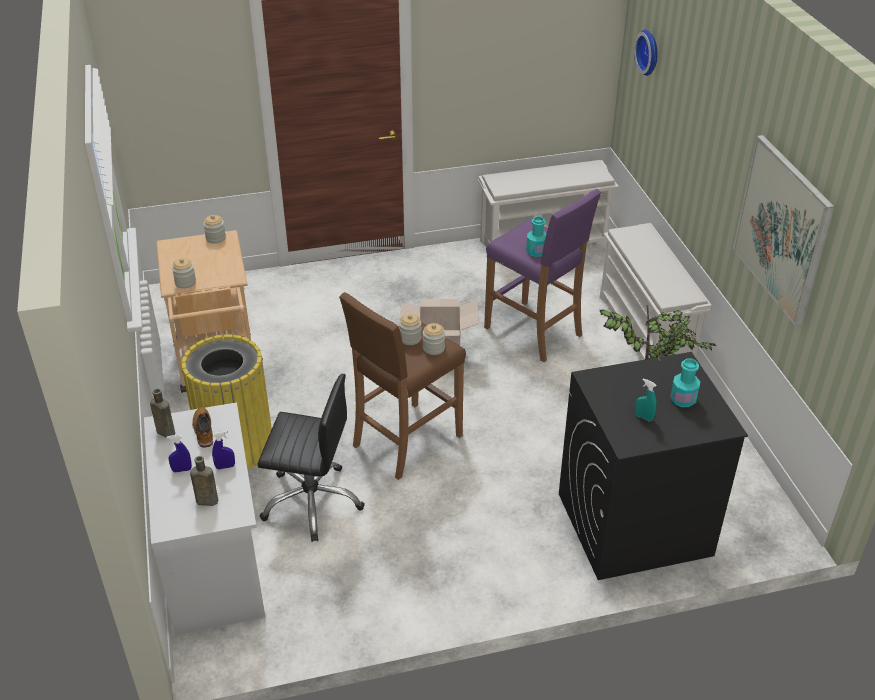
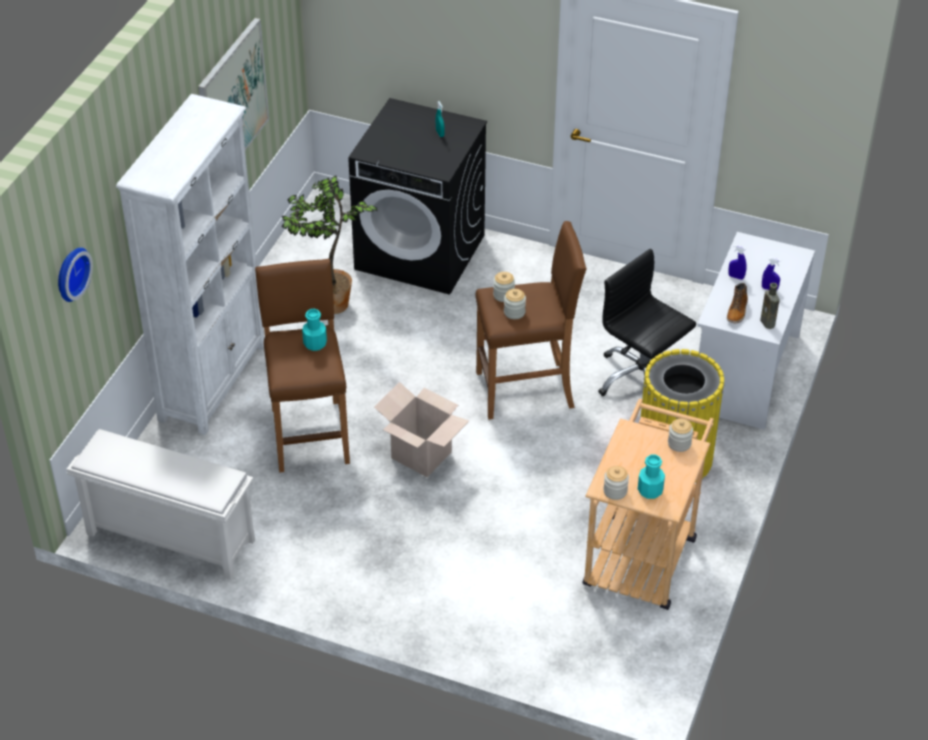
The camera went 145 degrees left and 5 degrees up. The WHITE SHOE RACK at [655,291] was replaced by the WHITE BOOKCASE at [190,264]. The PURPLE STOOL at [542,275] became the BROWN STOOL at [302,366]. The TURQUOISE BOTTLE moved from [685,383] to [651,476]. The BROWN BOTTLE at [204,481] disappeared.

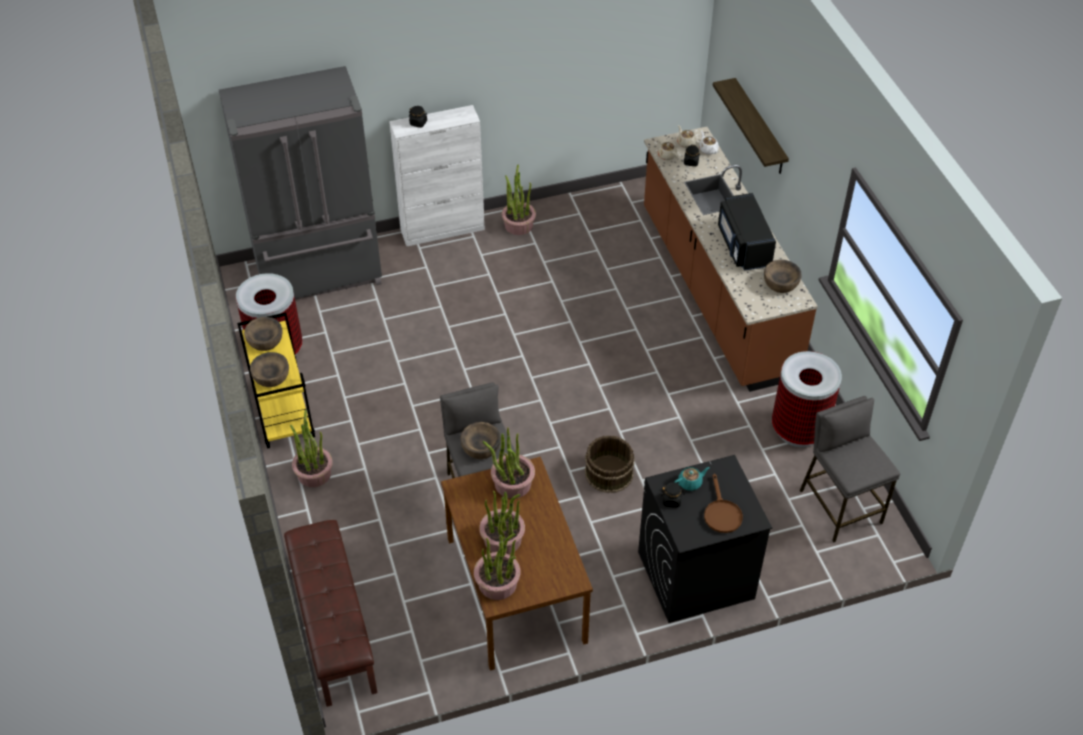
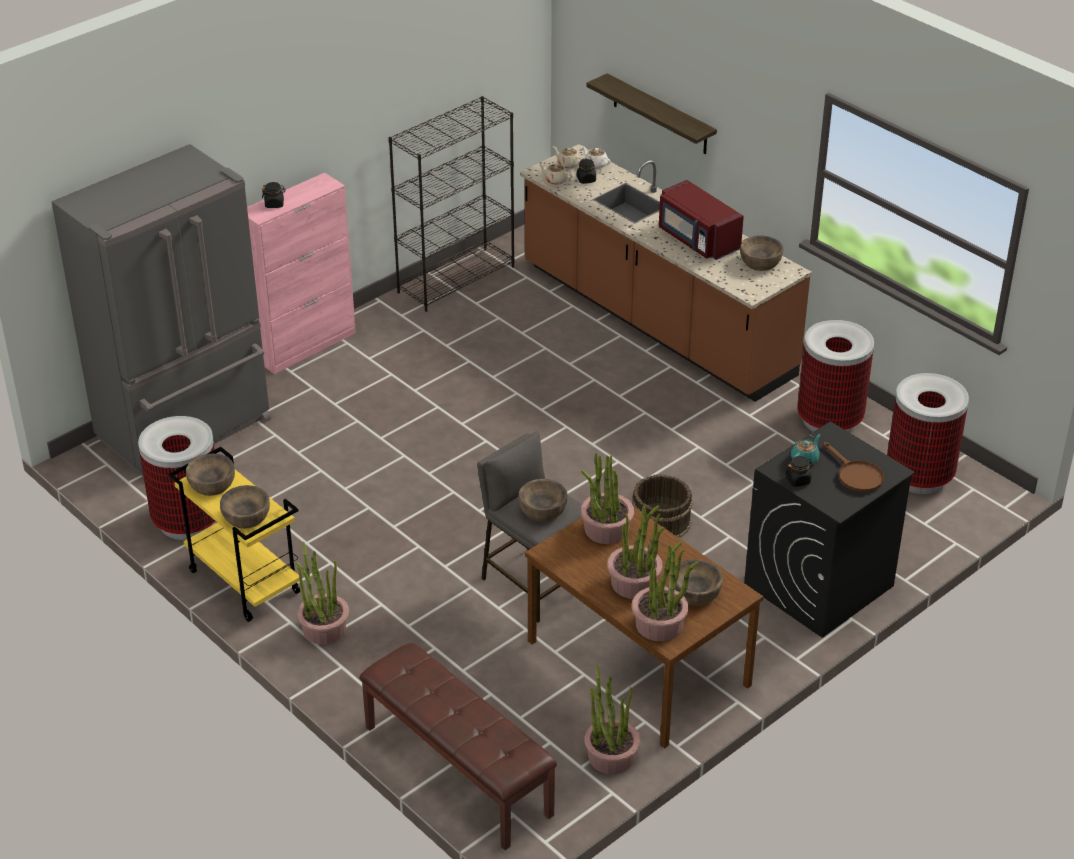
The camera went 25 degrees left and 10 degrees down. The WHITE CABINET at [437,175] became the PINK CABINET at [301,273]. The BLACK BOOKCASE at [452,204] appeared. The POTTED PLANT moved from [519,200] to [612,719]. The BLACK MICROWAVE at [747,232] became the RED MICROWAVE at [701,220]. The BROWN BOWL at [699,582] appeared. The GREY STOOL at [850,469] was replaced by the TRASH CAN at [928,433].

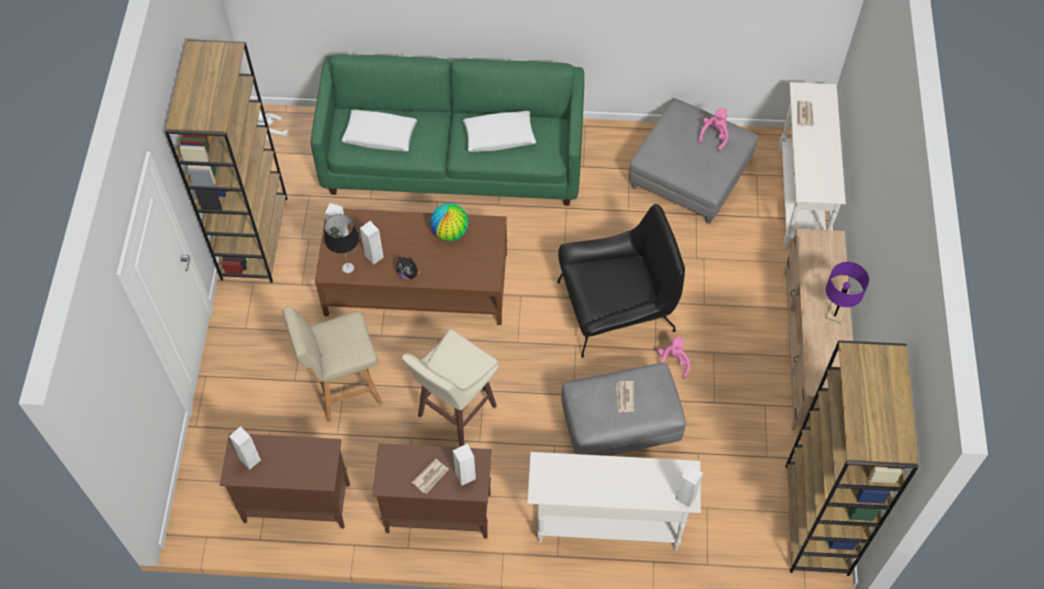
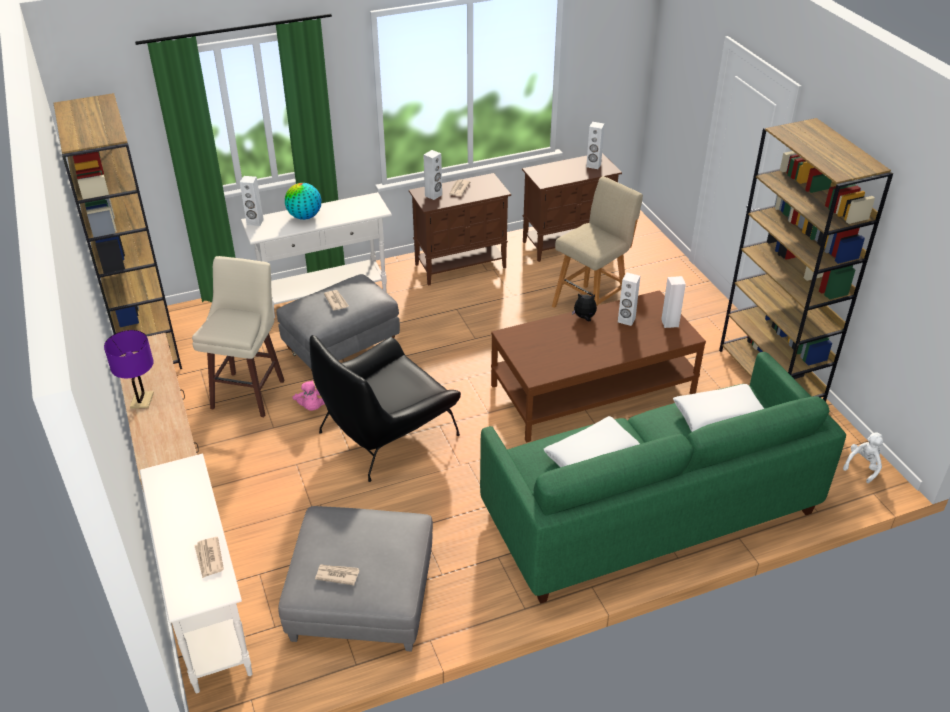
The camera went 155 degrees right and 20 degrees down. The BEIGE STOOL moved from [450,387] to [238,336]. The GLOBE moved from [449,222] to [303,201]. The PINK PLUSH TOY at [713,129] was replaced by the NEWSPAPER at [337,575]. The TABLE LAMP at [341,243] disappeared.

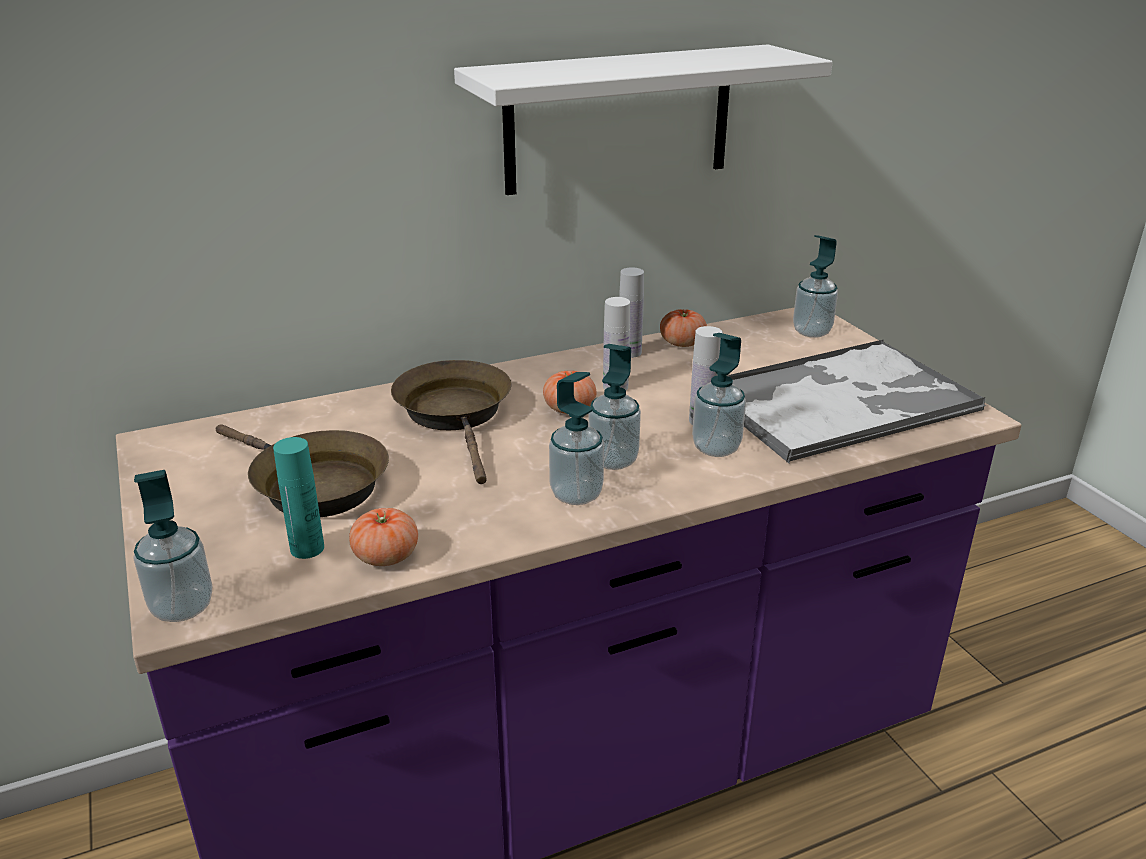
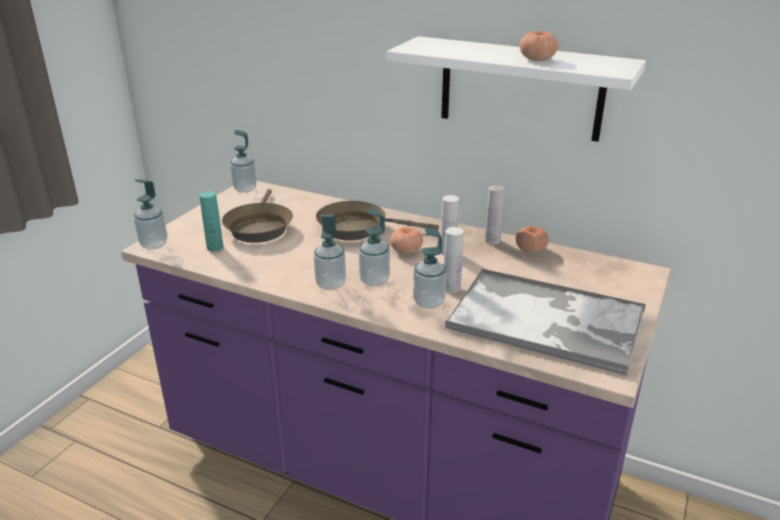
The camera went 50 degrees right and 0 degrees up. The SOAP DISPENSER moved from [815,286] to [243,161]. The BROWN FRYING PAN at [451,422] turned 120 degrees counterclockwise. The TOMATO moved from [383,537] to [539,46].

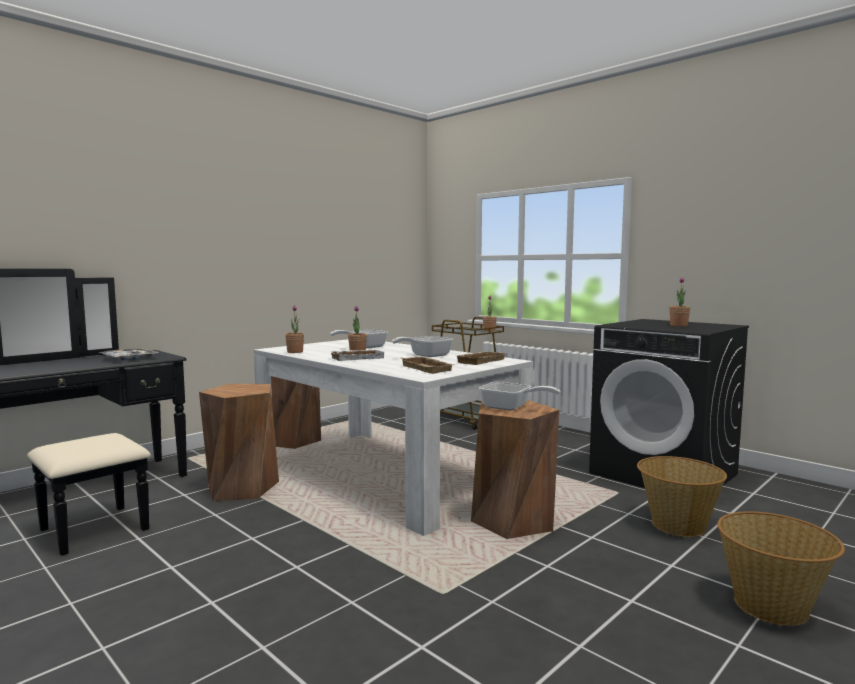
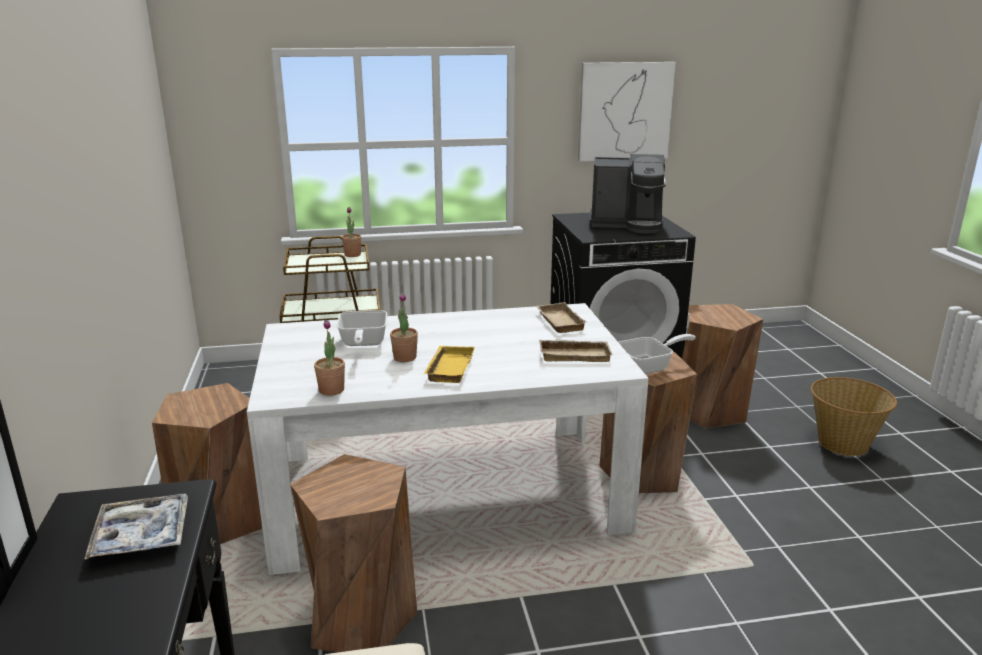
The camera went 55 degrees left and 15 degrees up. The WHITE TRAY at [357,355] became the YELLOW TRAY at [449,364]. The PICTURE at [627,111] appeared. The POTTED PLANT at [679,302] was replaced by the COFFEE MACHINE at [628,194]. The BASKET at [682,496] was replaced by the BROWN STOOL at [722,366]. The FRYING PAN at [422,346] disappeared.

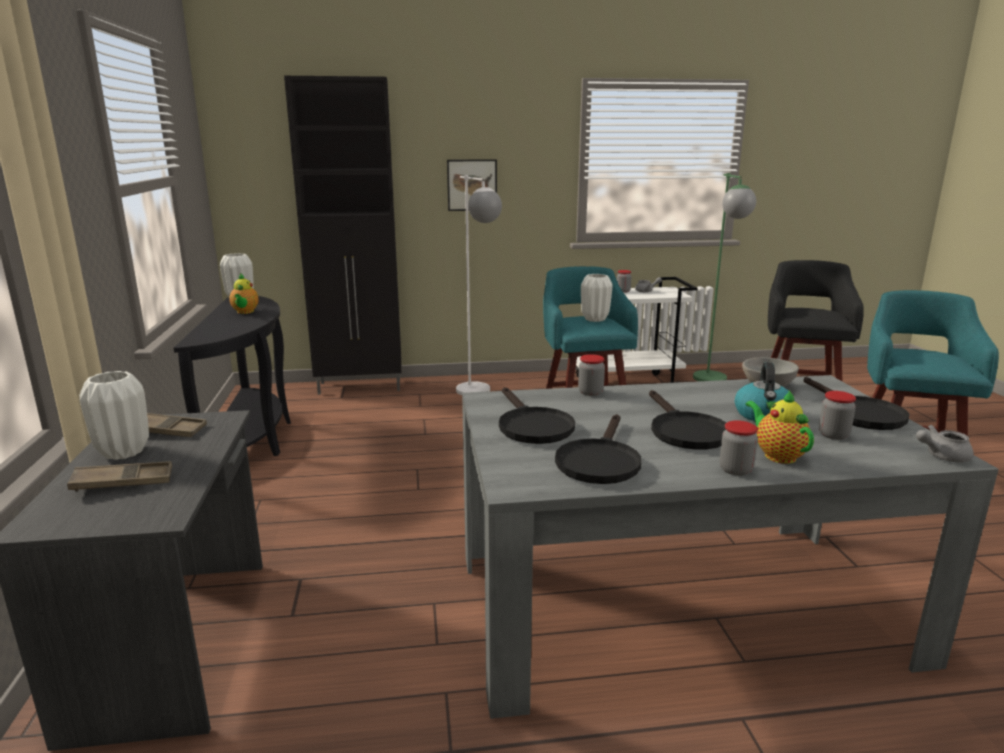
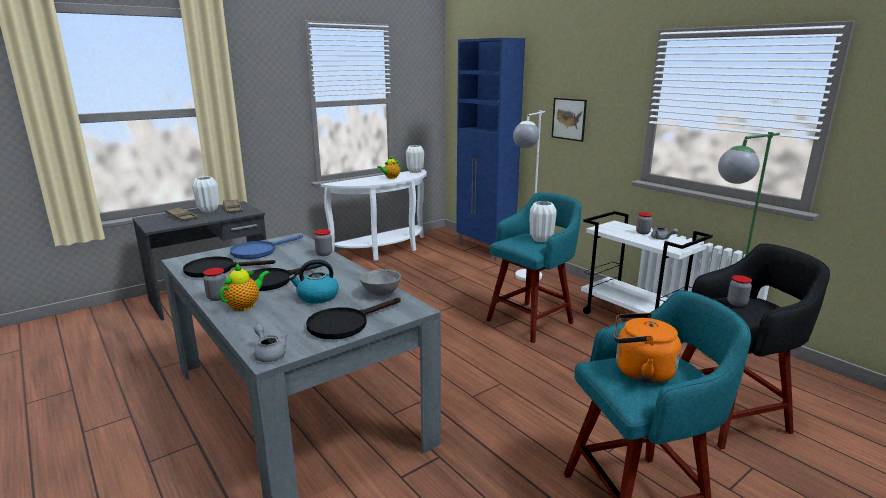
The camera went 60 degrees right and 0 degrees up. The BLACK FRYING PAN at [537,415] became the BLUE FRYING PAN at [266,247]. The BLACK CONSOLE TABLE at [232,376] became the WHITE CONSOLE TABLE at [374,215]. The BLACK CABINET at [343,235] became the BLUE CABINET at [490,148]. The ORANGE KETTLE at [647,348] appeared. The JAR moved from [837,415] to [739,291].

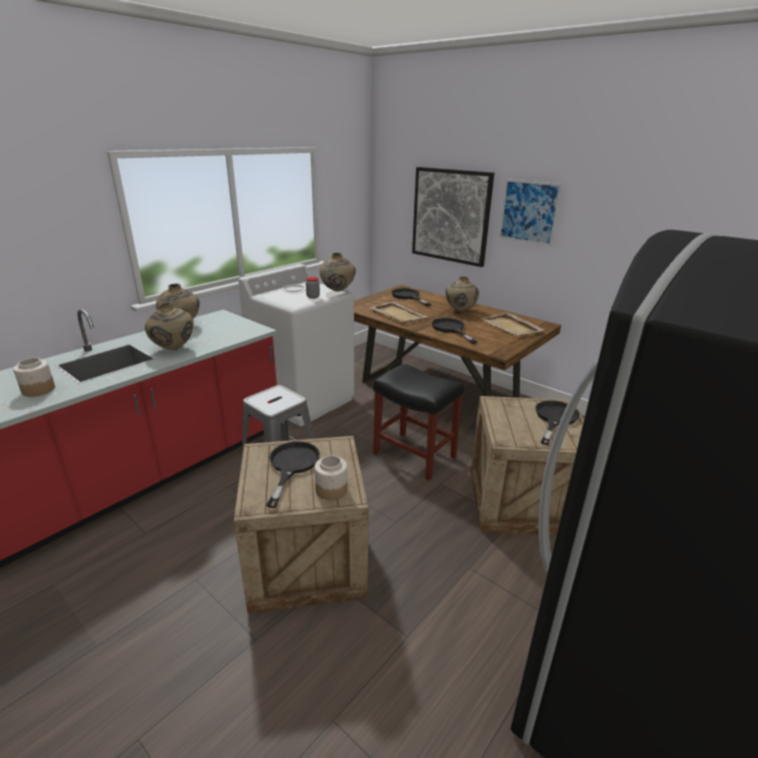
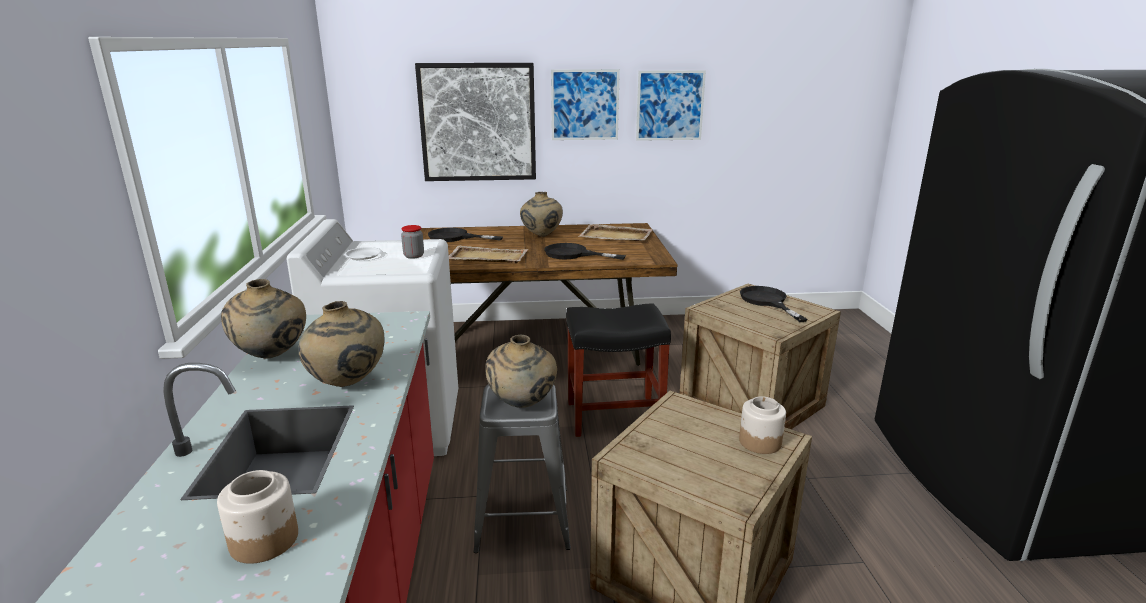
The camera went 45 degrees left and 5 degrees down. The BEIGE VASE moved from [337,272] to [521,371]. The PICTURE at [671,105] appeared. The BLACK FRYING PAN at [293,474] disappeared.

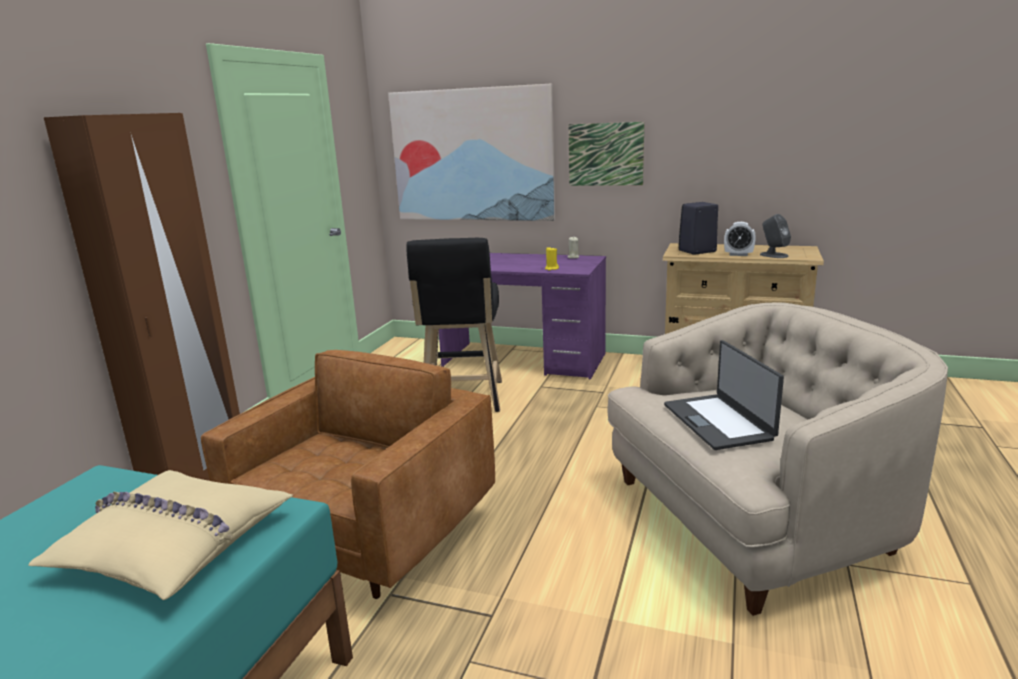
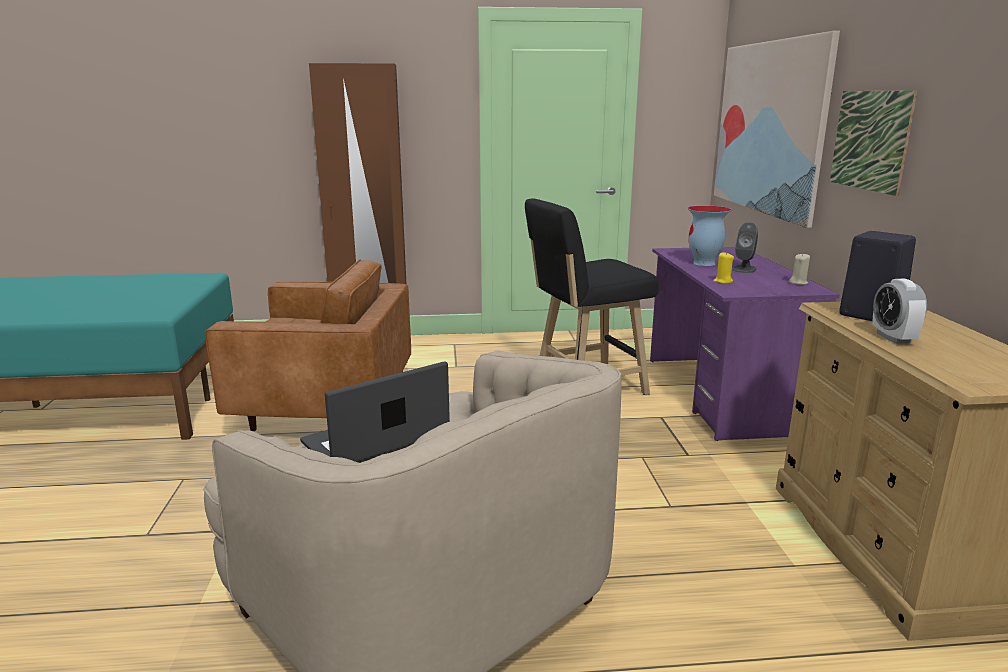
The camera went 65 degrees right and 0 degrees up. The VASE at [709,236] appeared. The GREY SPEAKER moved from [775,236] to [745,247]. The BEIGE PILLOW at [160,535] disappeared.

